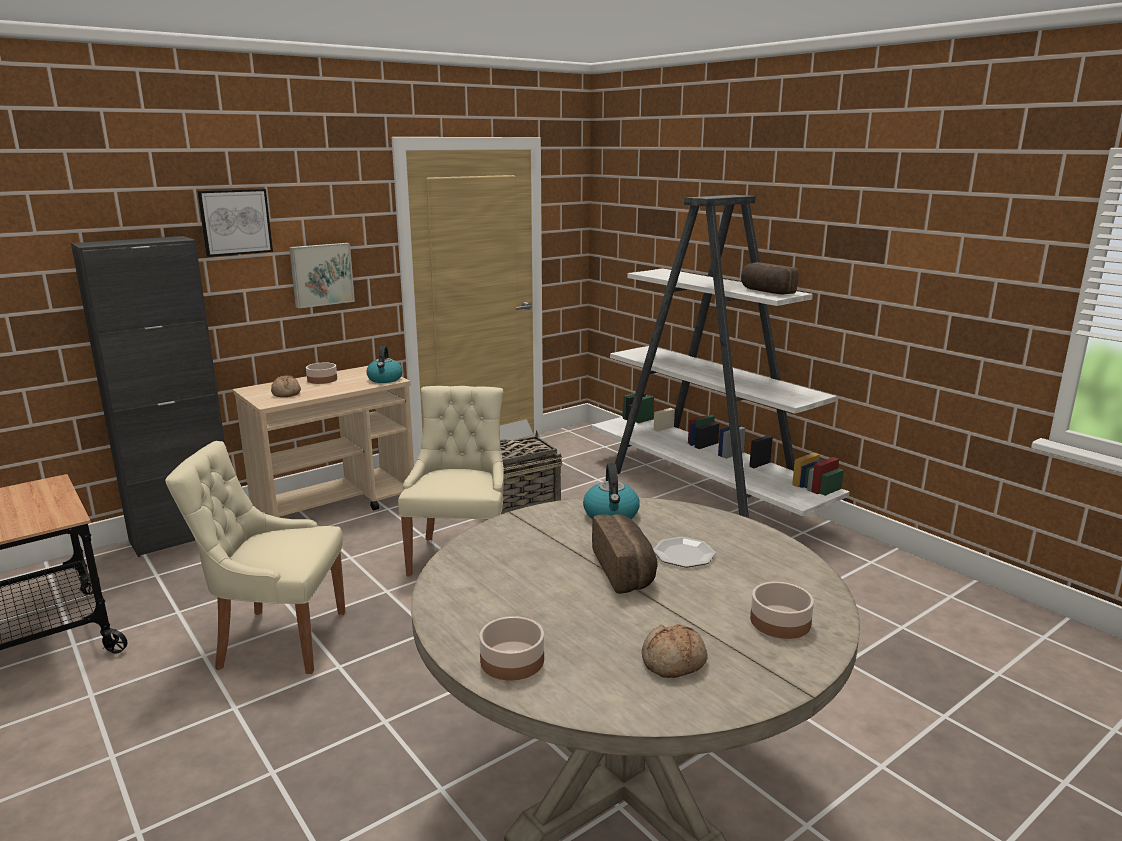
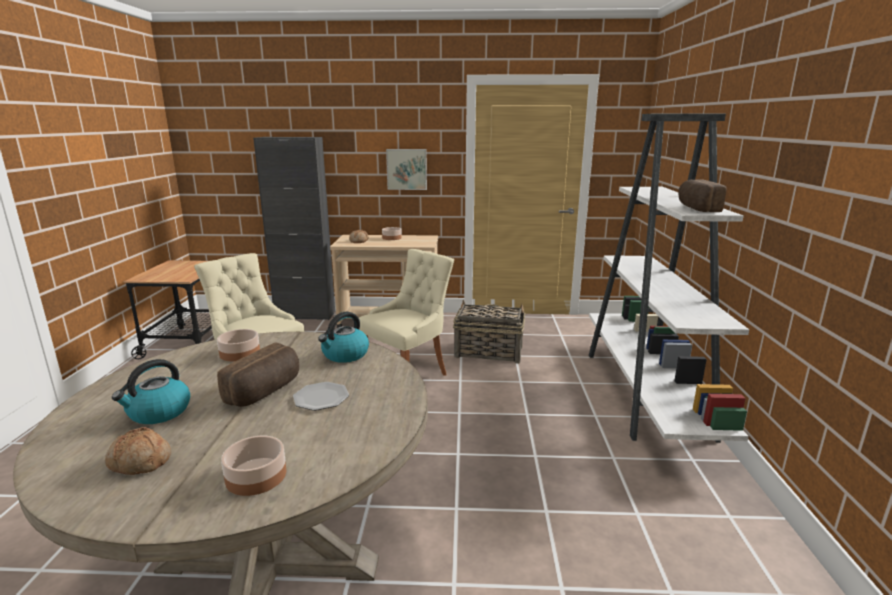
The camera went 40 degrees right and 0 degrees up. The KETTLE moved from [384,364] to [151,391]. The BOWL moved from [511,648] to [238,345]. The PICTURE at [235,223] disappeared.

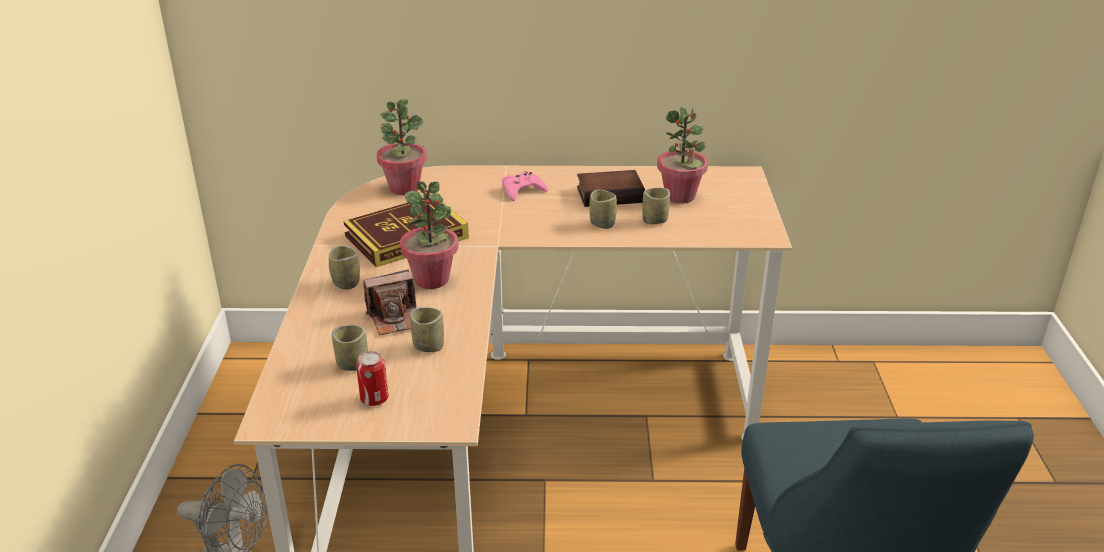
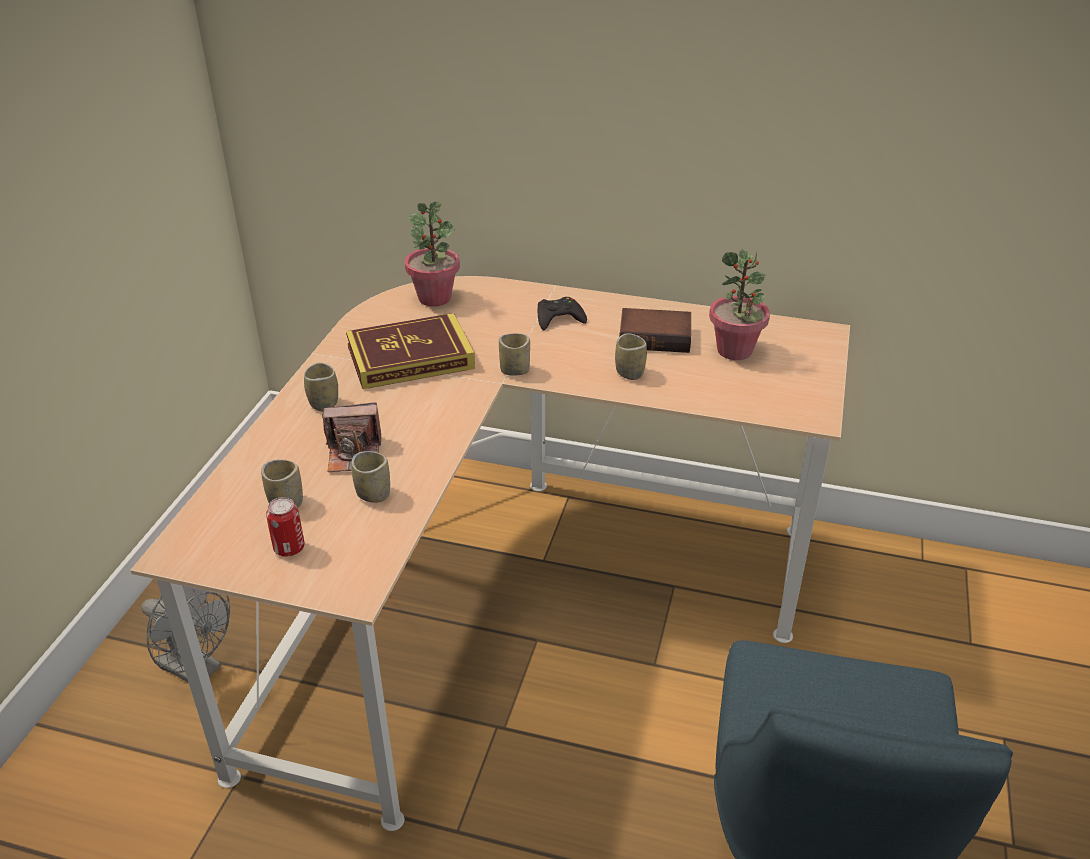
The camera went 15 degrees right and 5 degrees up. The CUP moved from [656,206] to [514,354]. The PINK GAME CONTROLLER at [525,186] became the BLACK GAME CONTROLLER at [562,313]. The POTTED PLANT at [429,235] disappeared.

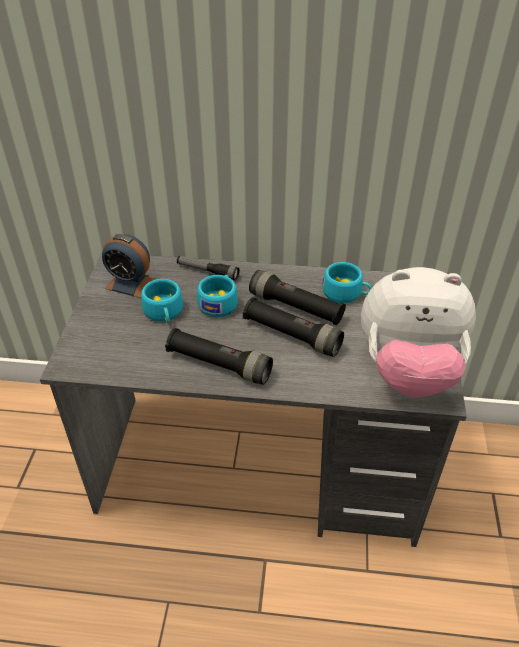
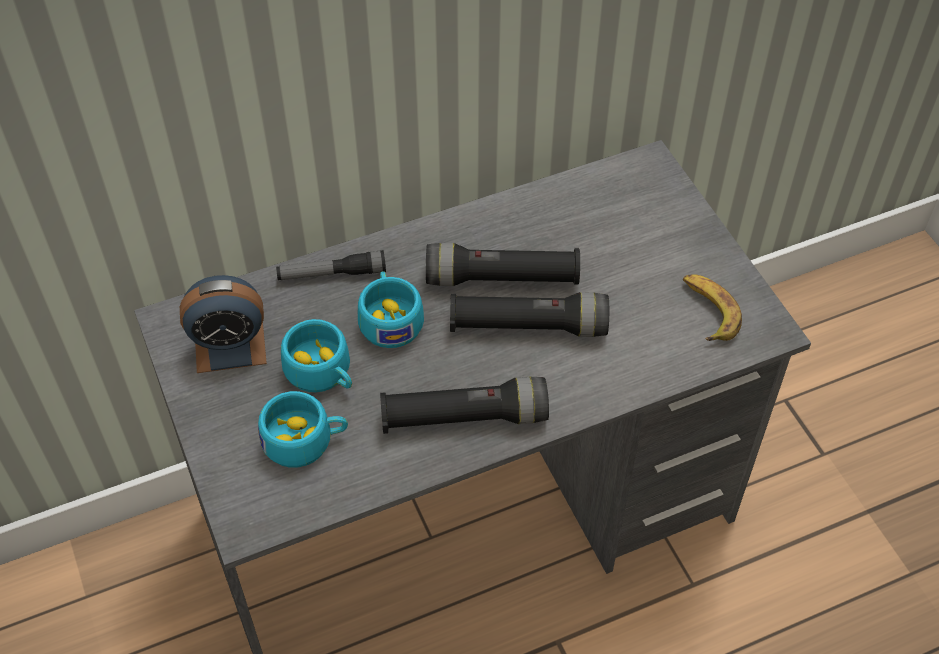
The camera went 30 degrees left and 10 degrees up. The TURQUOISE CUP moved from [347,282] to [303,429]. The PLUSH TOY at [418,332] was replaced by the BANANA at [712,307].

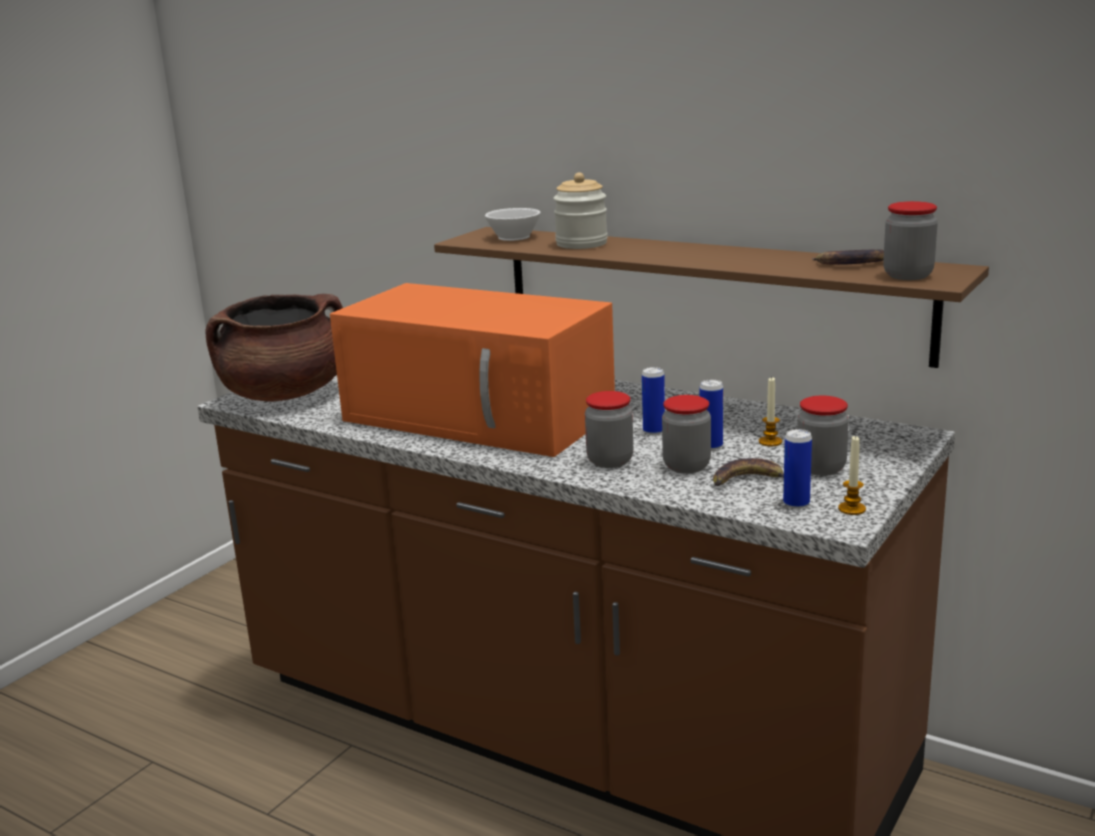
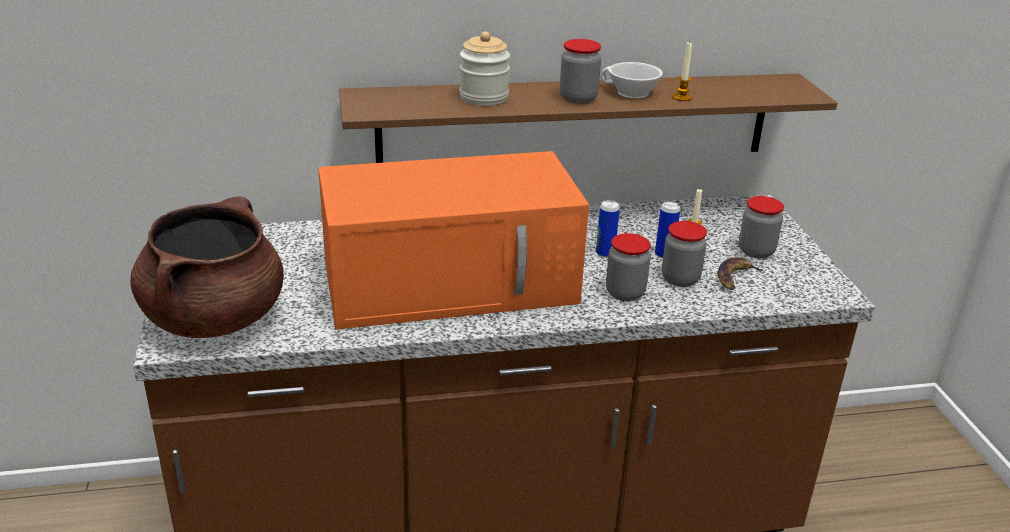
The camera went 45 degrees left and 10 degrees up. The JAR moved from [910,240] to [580,71]. The WHITE CUP moved from [512,224] to [632,80]. The CANDLE moved from [852,475] to [682,71]. The CAN at [797,469] disappeared. The BANANA at [848,257] disappeared.

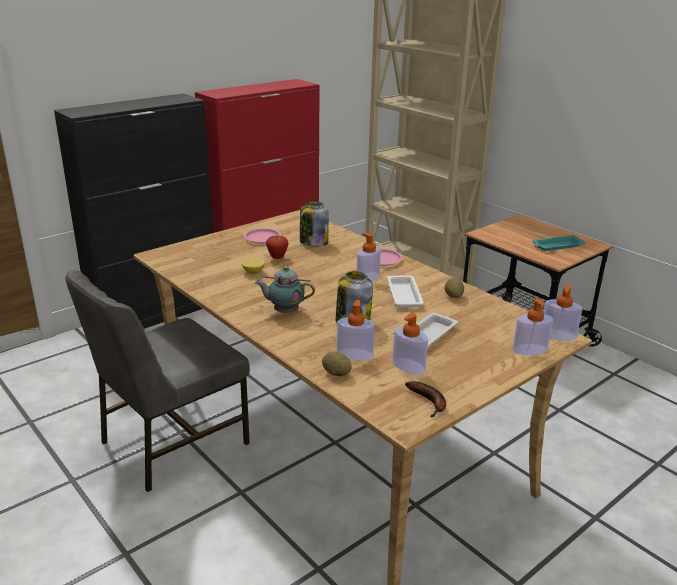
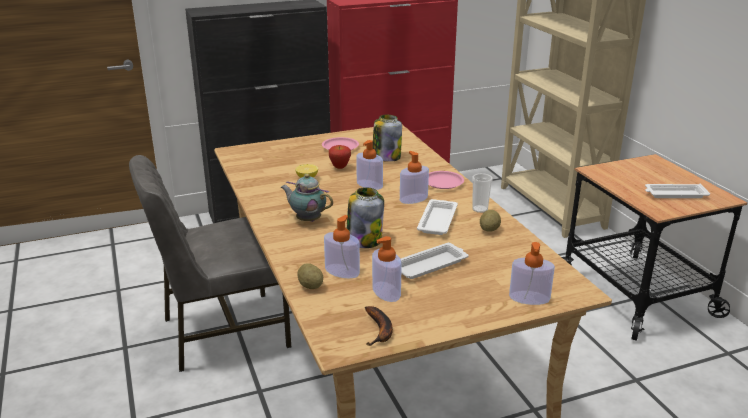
The camera went 20 degrees right and 0 degrees up. The SOAP DISPENSER moved from [563,313] to [369,165]. The CUP at [482,193] appeared. The TURQUOISE TRAY at [558,243] became the WHITE TRAY at [677,191].

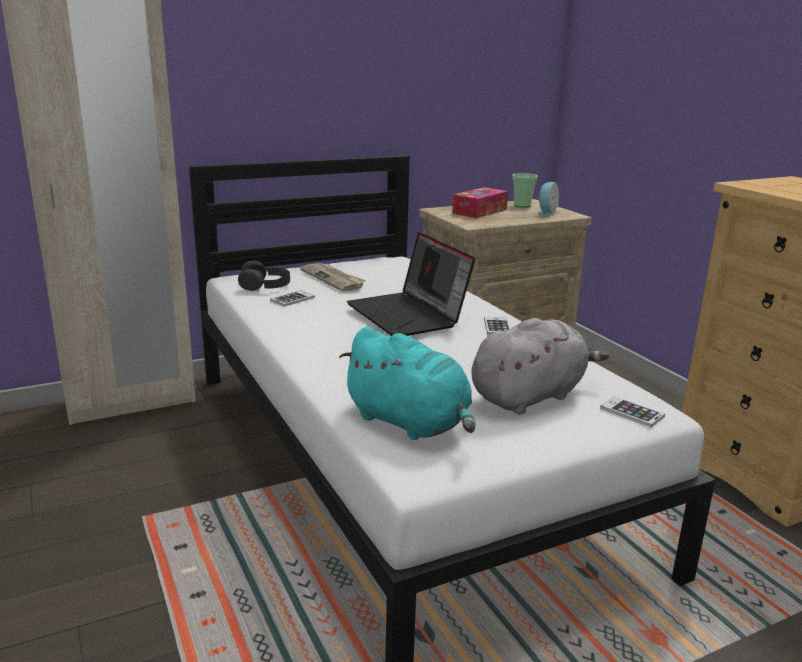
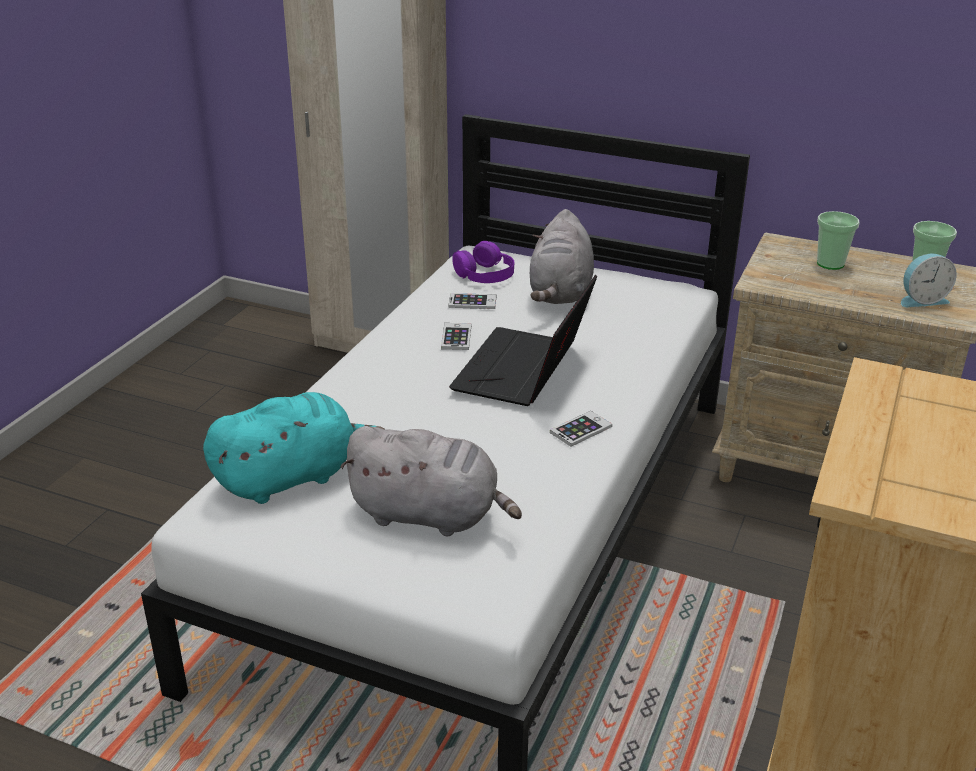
The camera went 50 degrees right and 10 degrees up. The TURQUOISE PLUSH TOY at [407,383] turned 120 degrees counterclockwise. The PHONE moved from [632,411] to [456,336]. The BLACK HEADPHONES at [264,276] became the PURPLE HEADPHONES at [483,262]. The NEWSPAPER at [333,277] was replaced by the GREY PLUSH TOY at [562,256]. The TISSUE BOX at [480,202] was replaced by the CUP at [838,240].

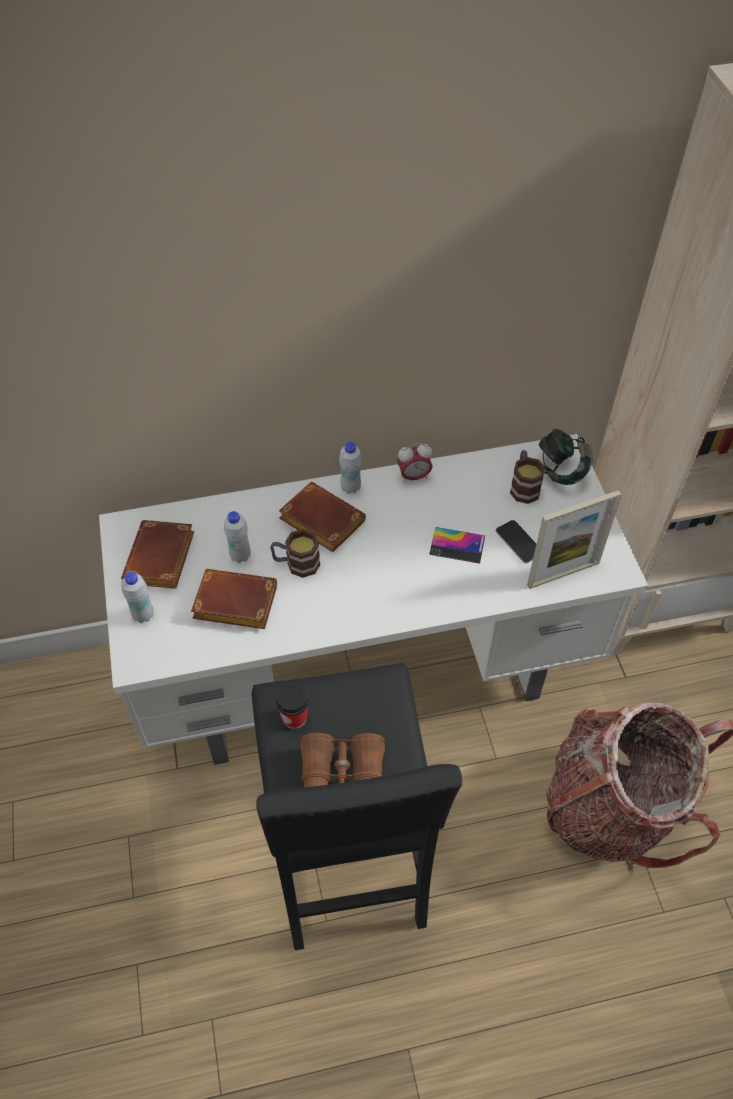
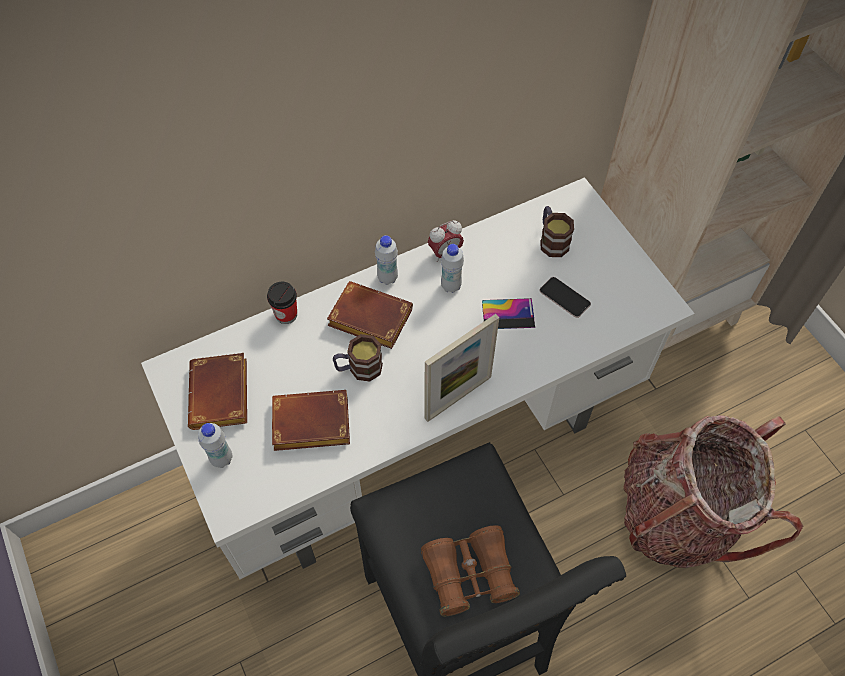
The camera went 15 degrees left and 5 degrees up. The CUP moved from [292,706] to [282,303]. The PICTURE FRAME moved from [574,539] to [461,368]. The WHITE BOTTLE moved from [237,537] to [452,268]. The HEADPHONES at [566,457] disappeared.

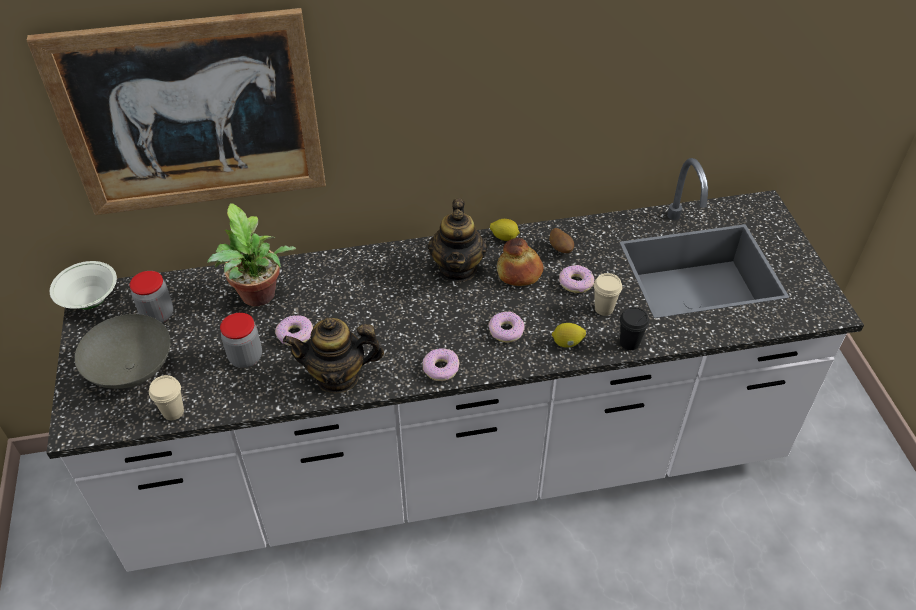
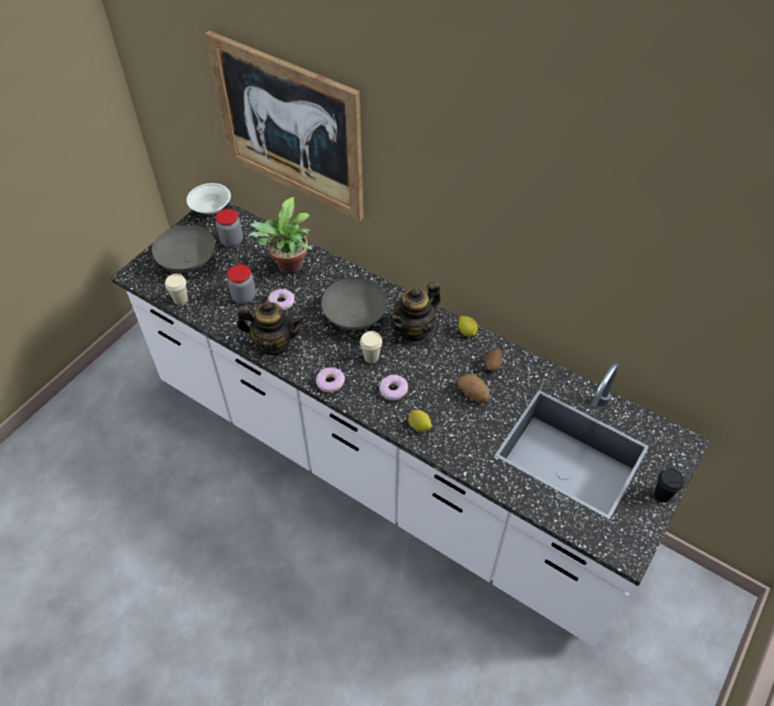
The camera went 45 degrees right and 5 degrees up. The TEAPOT at [333,355] turned 150 degrees clockwise. The GREY BOWL at [354,304] appeared. The BEIGE CUP moved from [608,294] to [371,347]. The DONUT at [576,279] was replaced by the POTATO at [473,388]. The BLACK CUP moved from [634,328] to [669,485]. The BREAD at [520,262] disappeared.

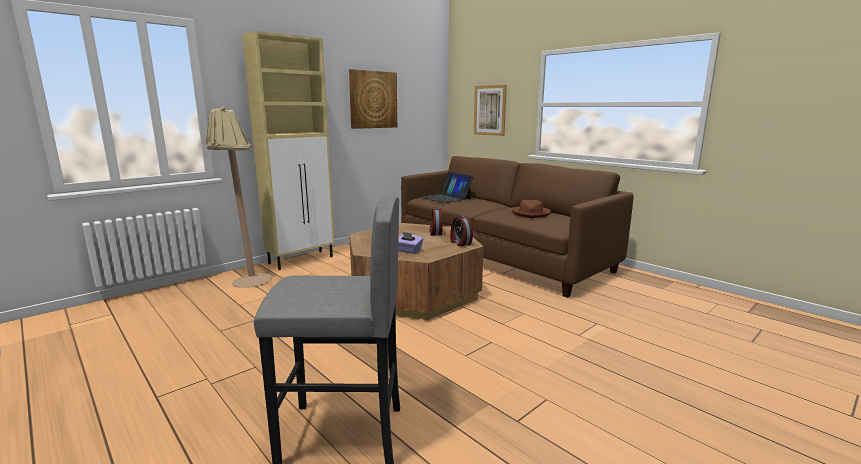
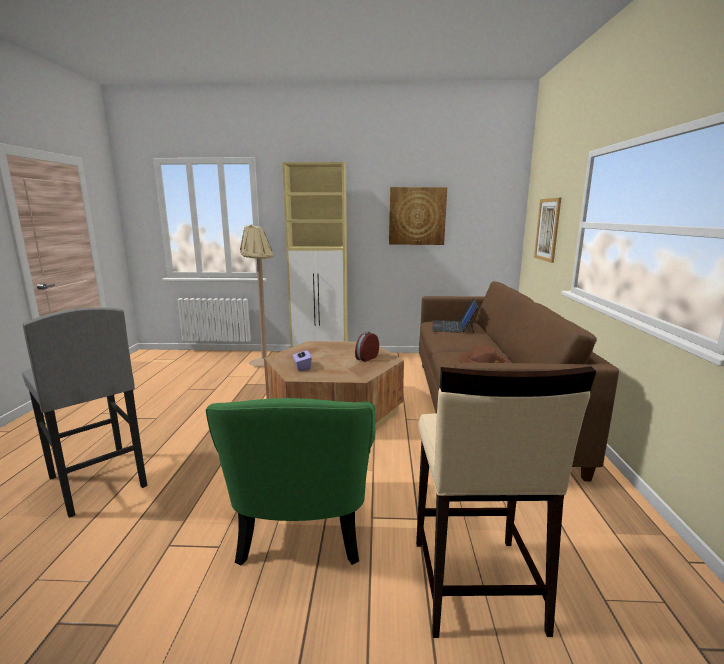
The camera went 45 degrees right and 0 degrees up. The GREEN ARMCHAIR at [290,481] appeared. The BEIGE STOOL at [506,502] appeared. The ALARM CLOCK at [461,231] disappeared.

